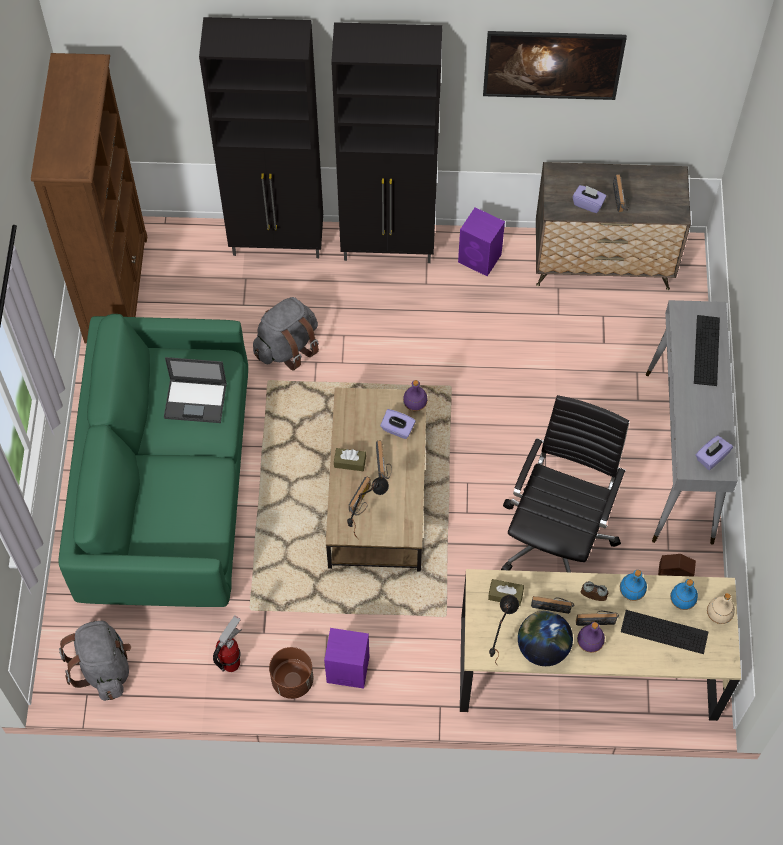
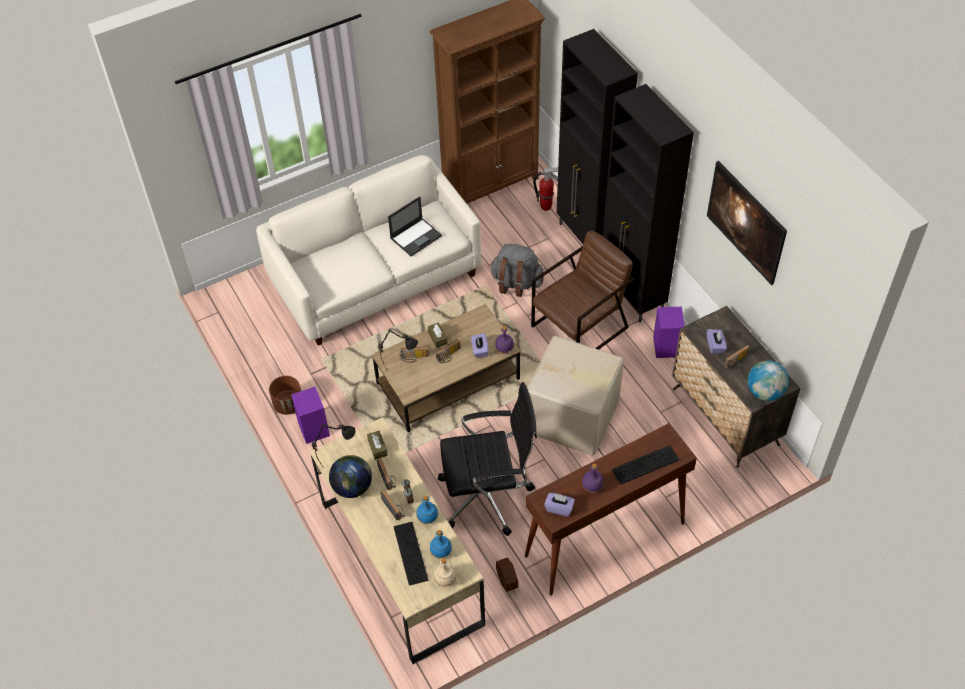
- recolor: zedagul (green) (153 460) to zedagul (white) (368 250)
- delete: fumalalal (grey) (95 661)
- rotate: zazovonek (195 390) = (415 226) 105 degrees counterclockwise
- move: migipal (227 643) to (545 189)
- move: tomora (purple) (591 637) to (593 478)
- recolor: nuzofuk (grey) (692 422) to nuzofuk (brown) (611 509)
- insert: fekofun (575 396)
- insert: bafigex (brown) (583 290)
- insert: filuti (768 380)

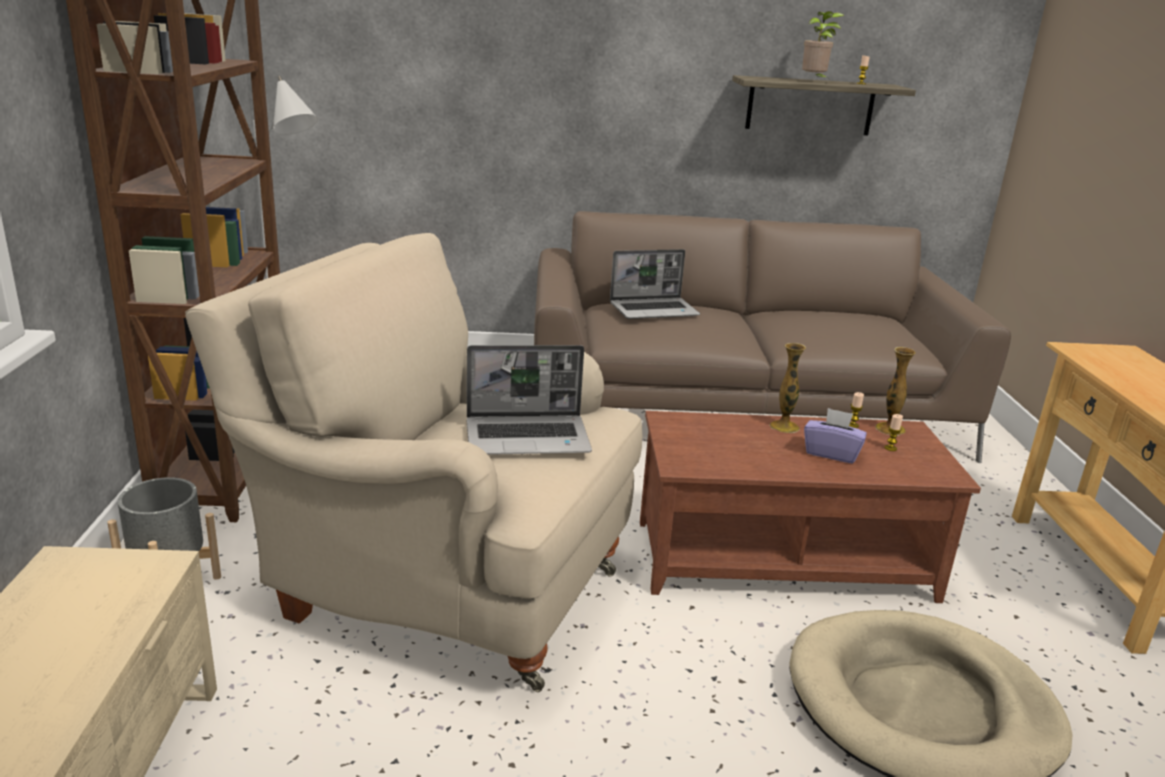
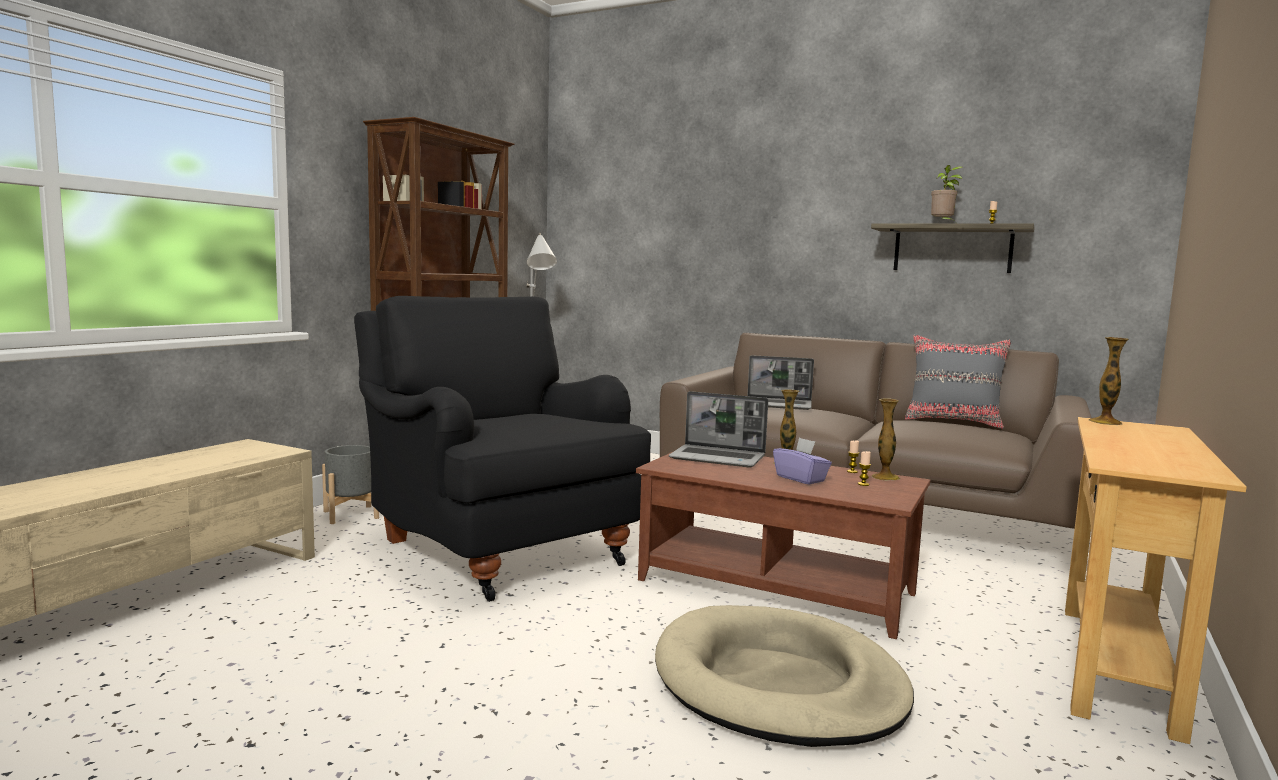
- recolor: bafigex (beige) (413 462) to bafigex (black) (502 449)
- move: zazovonek (529 400) to (718 429)
- insert: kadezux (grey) (958 382)
- insert: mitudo (1109 381)

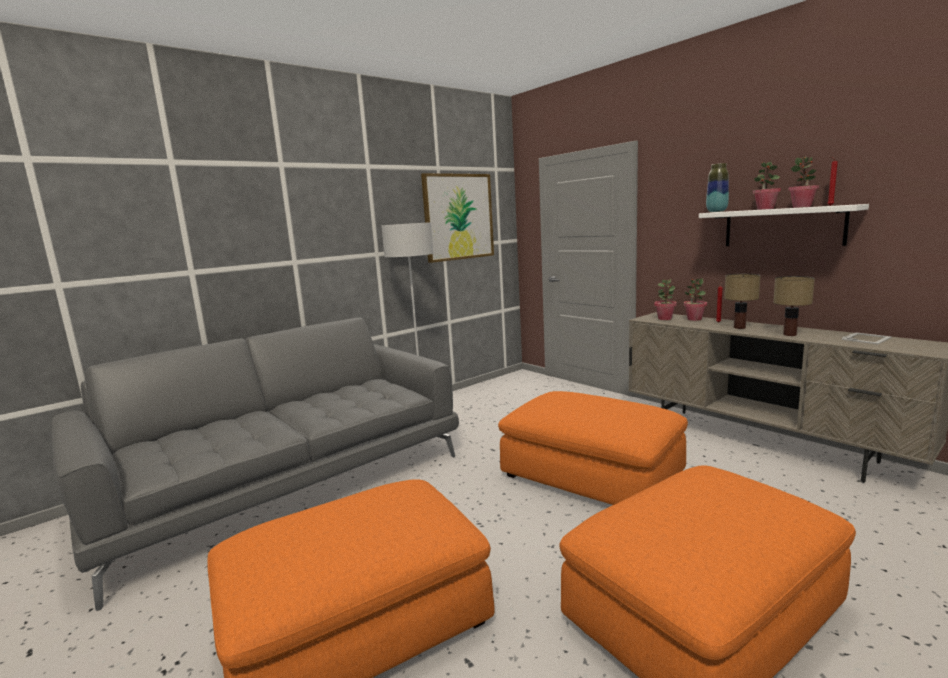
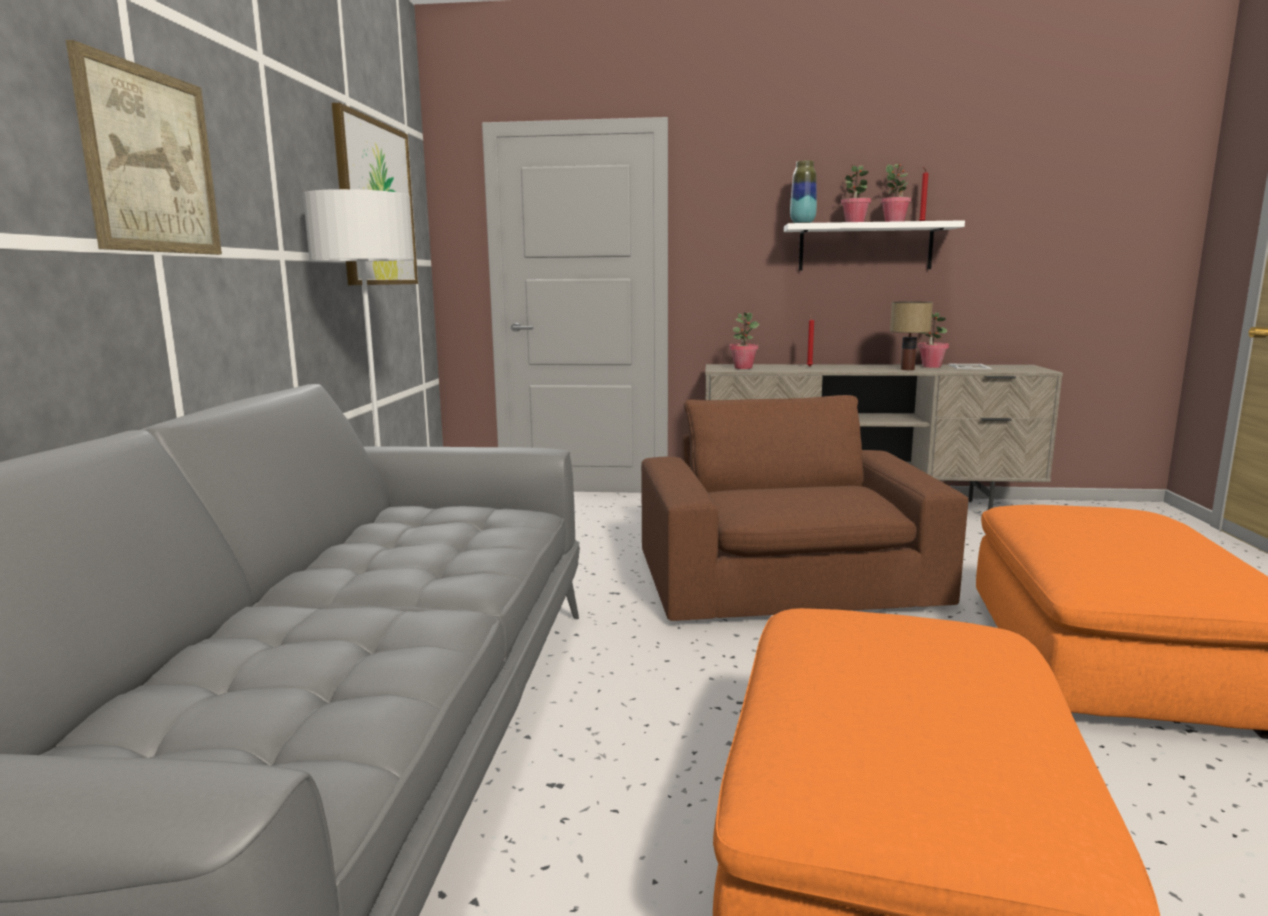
- replace: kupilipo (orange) (593 448) to bafigex (brown) (805 508)
- move: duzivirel (695 299) to (933 339)
- delete: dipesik (742 301)
- insert: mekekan (144 147)

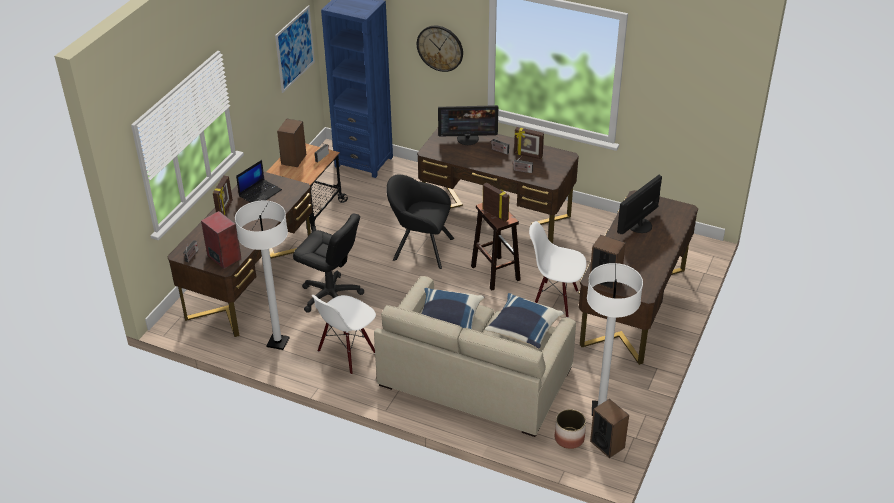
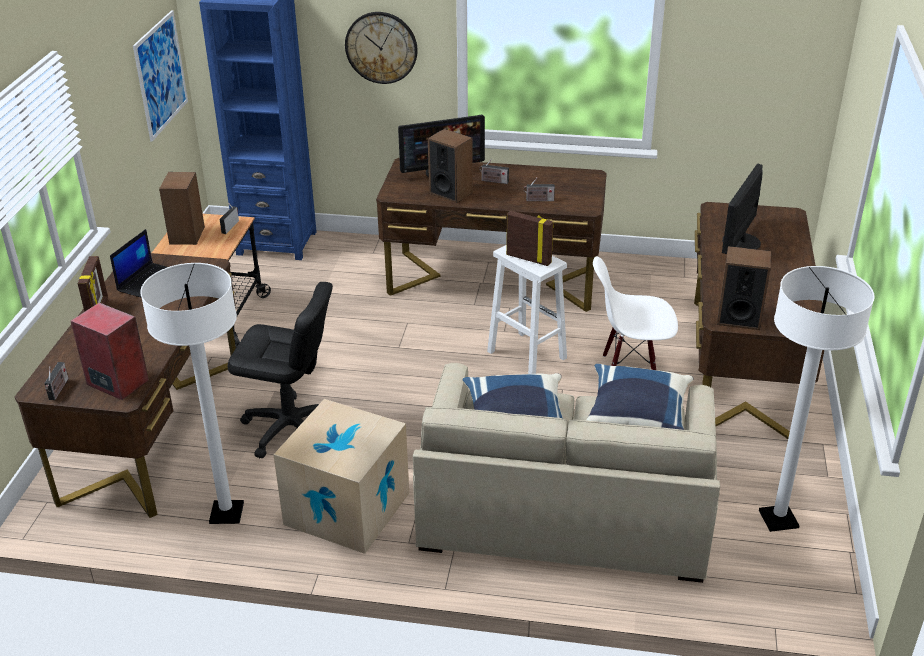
- replace: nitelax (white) (343 334) to fekofun (341 476)
- delete: bafigex (black) (420 221)
- recolor: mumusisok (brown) (496 247) to mumusisok (white) (527 309)
- delete: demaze (529 143)
- delete: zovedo (570 429)
- move: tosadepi (609 428) to (450 166)

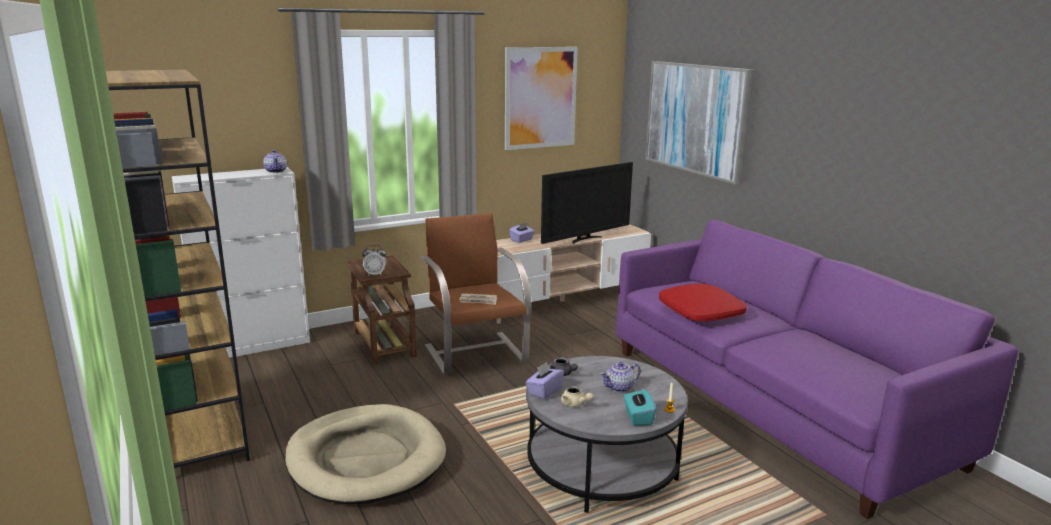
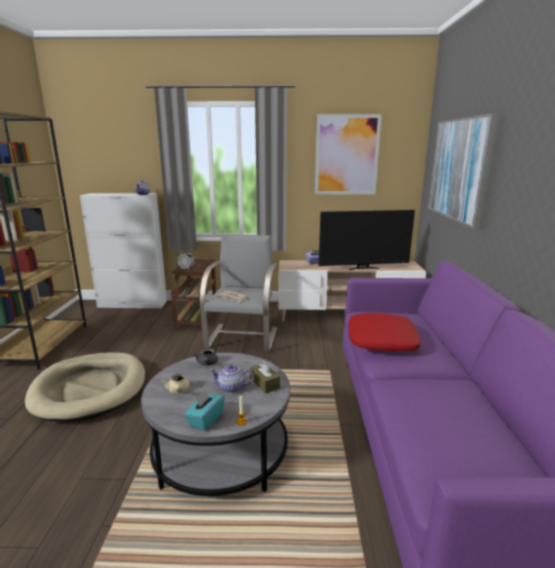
- recolor: bafigex (brown) (476 294) to bafigex (grey) (238 292)
- delete: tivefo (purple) (545 380)
- insert: tivefo (brown) (265 377)

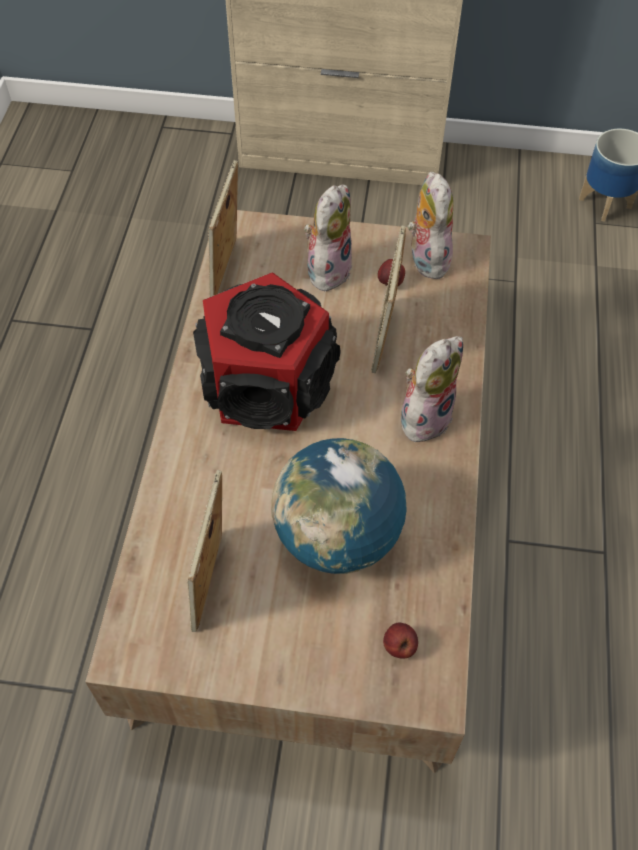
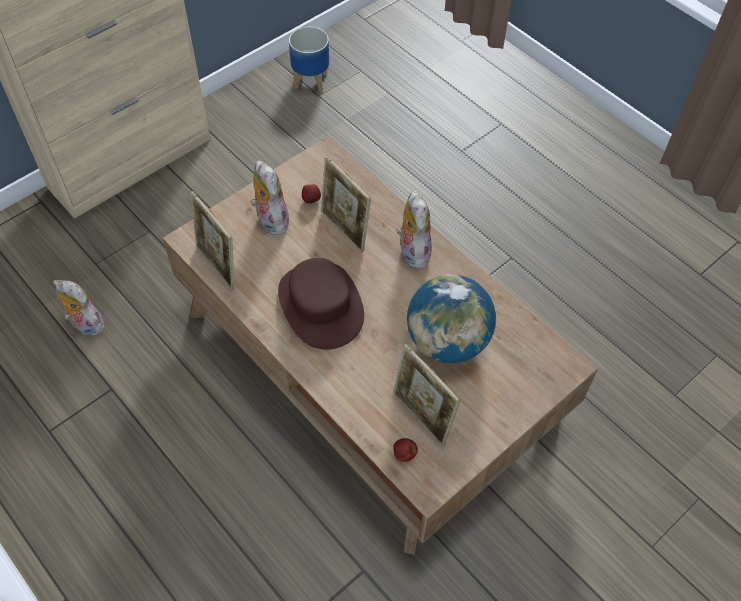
- replace: tosadepi (267 351) to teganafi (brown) (321 304)
- move: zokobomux (400 640) to (405 450)
- move: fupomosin (430 225) to (78 308)

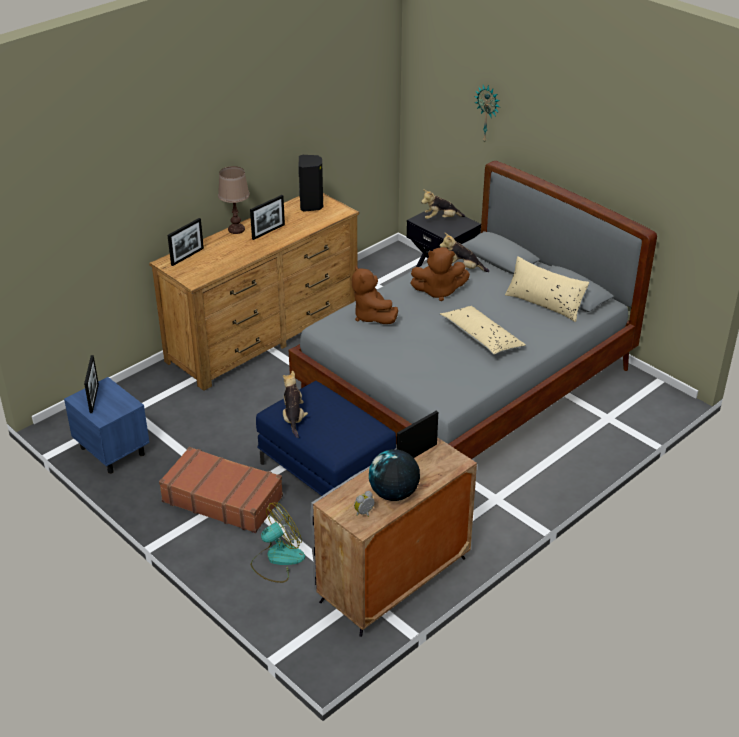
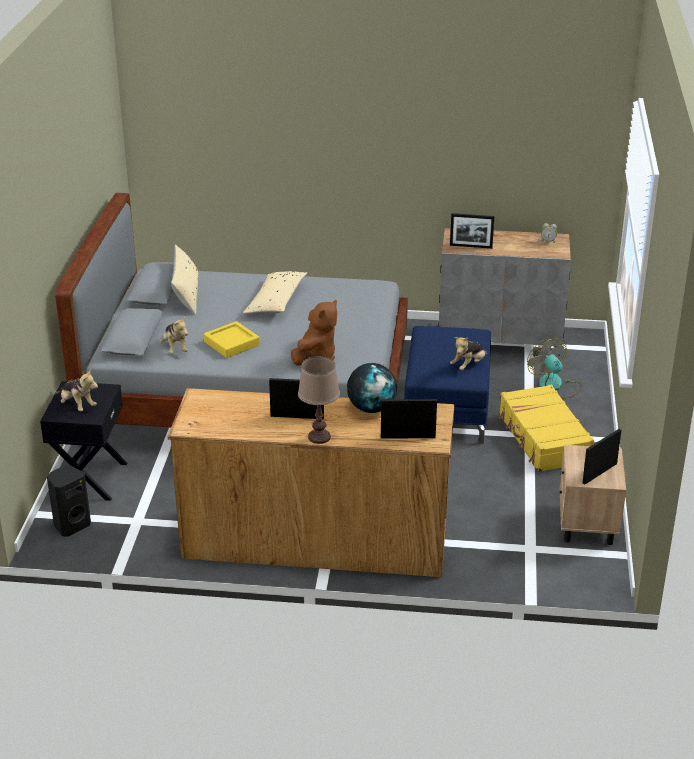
- recolor: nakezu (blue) (107 425) to nakezu (beige) (593 495)
- recolor: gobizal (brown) (221 490) to gobizal (yellow) (546 428)
- rotate: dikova (278 542) = (554 368) 45 degrees clockwise
- move: tosadepi (black) (310 183) to (69 501)
- move: filuti (394 475) to (372 388)
- replace: fupomosin (brown) (440 274) to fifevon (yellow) (232 339)
- delete: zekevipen (487 114)

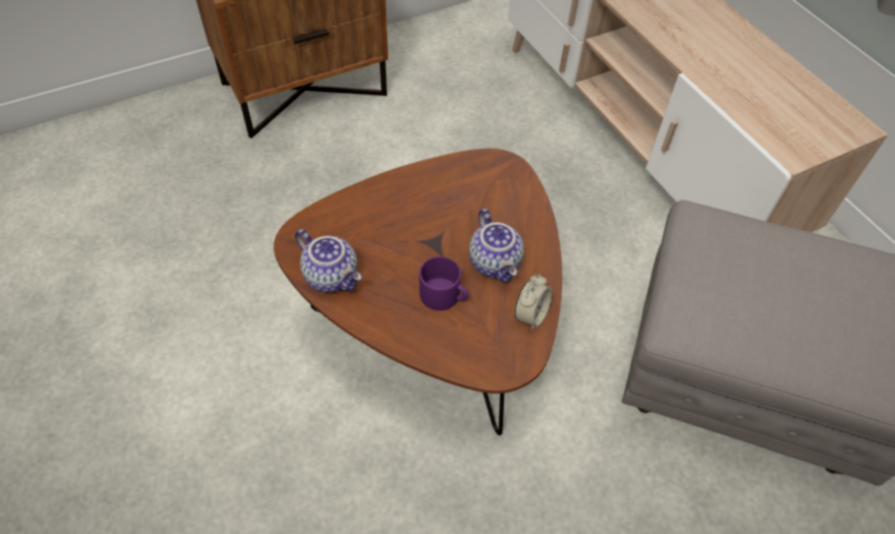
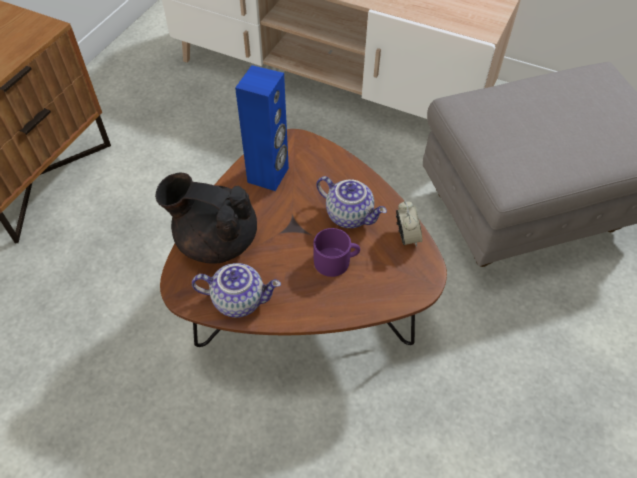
- insert: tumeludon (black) (206 218)
- insert: tosadepi (blue) (262 128)

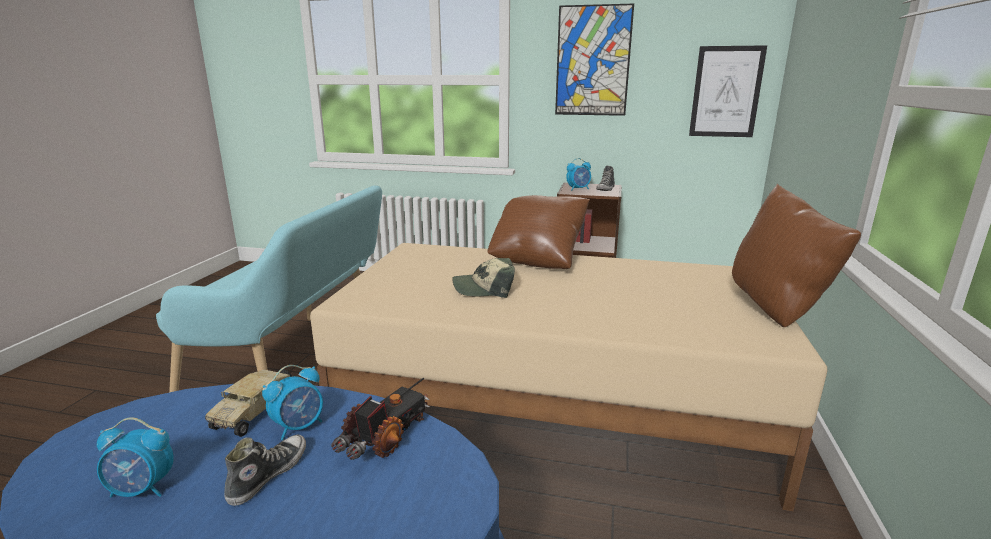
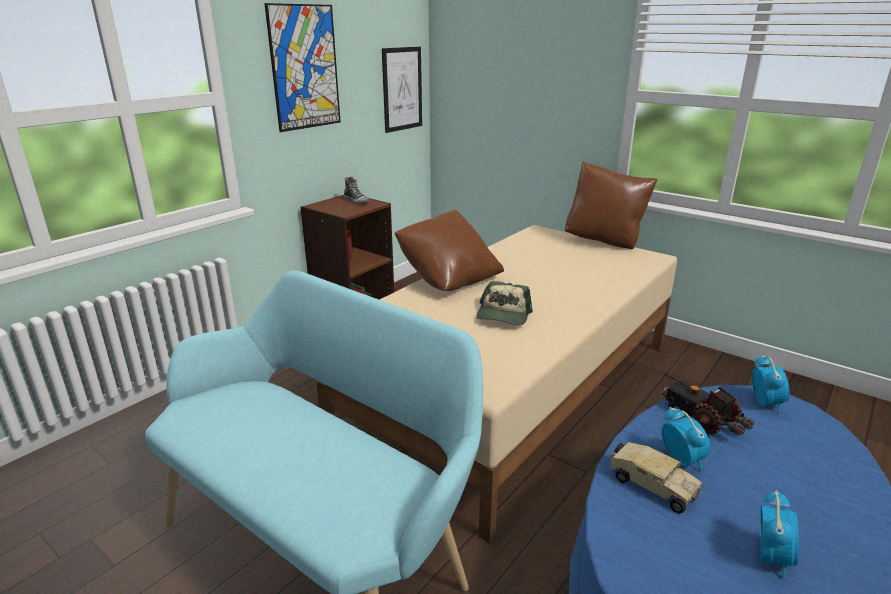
- delete: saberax (265 470)
- move: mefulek (578 174) to (770 384)

